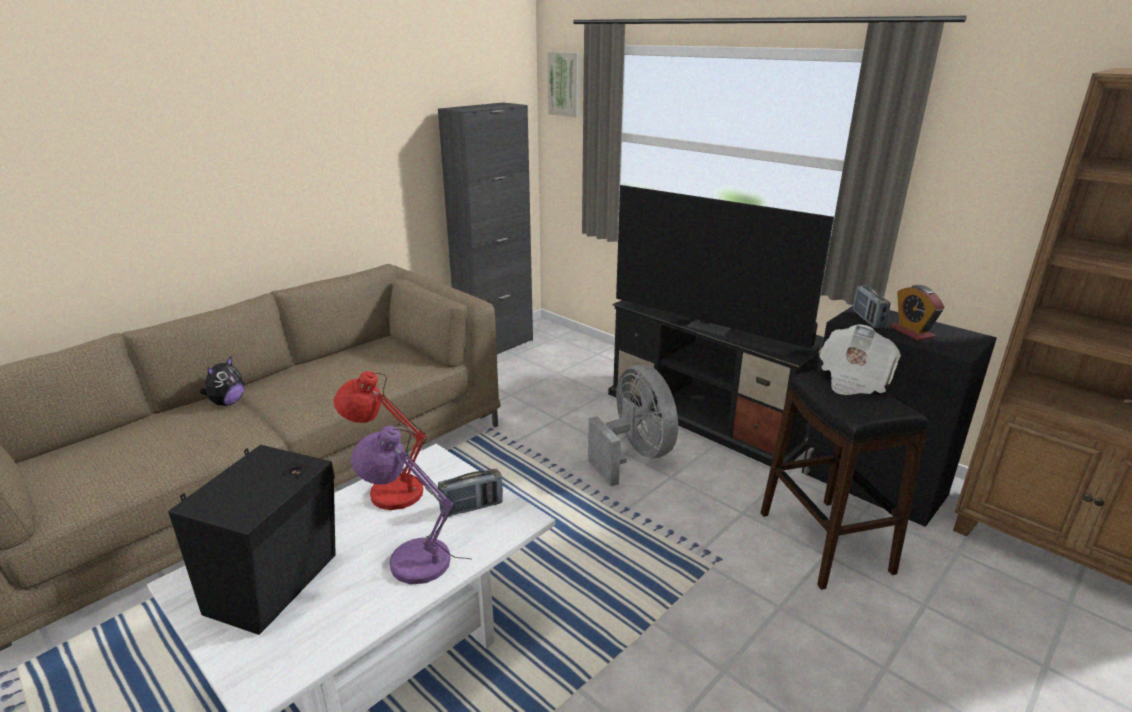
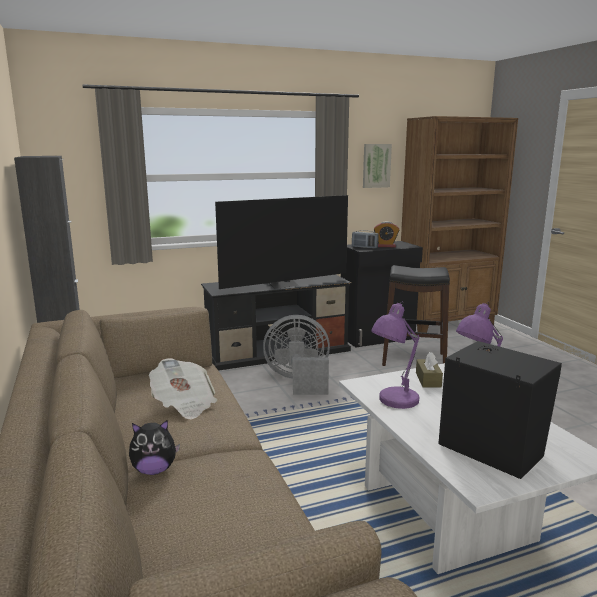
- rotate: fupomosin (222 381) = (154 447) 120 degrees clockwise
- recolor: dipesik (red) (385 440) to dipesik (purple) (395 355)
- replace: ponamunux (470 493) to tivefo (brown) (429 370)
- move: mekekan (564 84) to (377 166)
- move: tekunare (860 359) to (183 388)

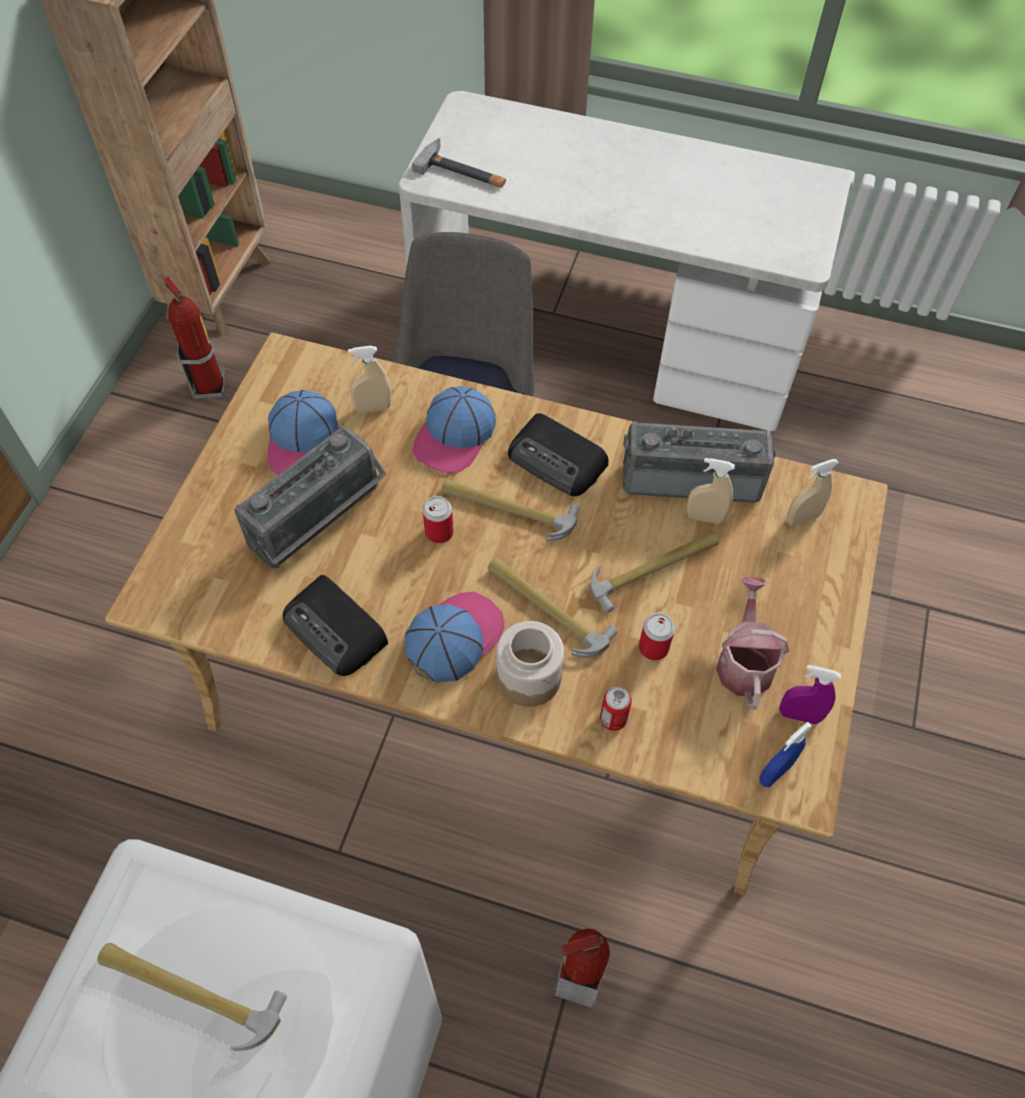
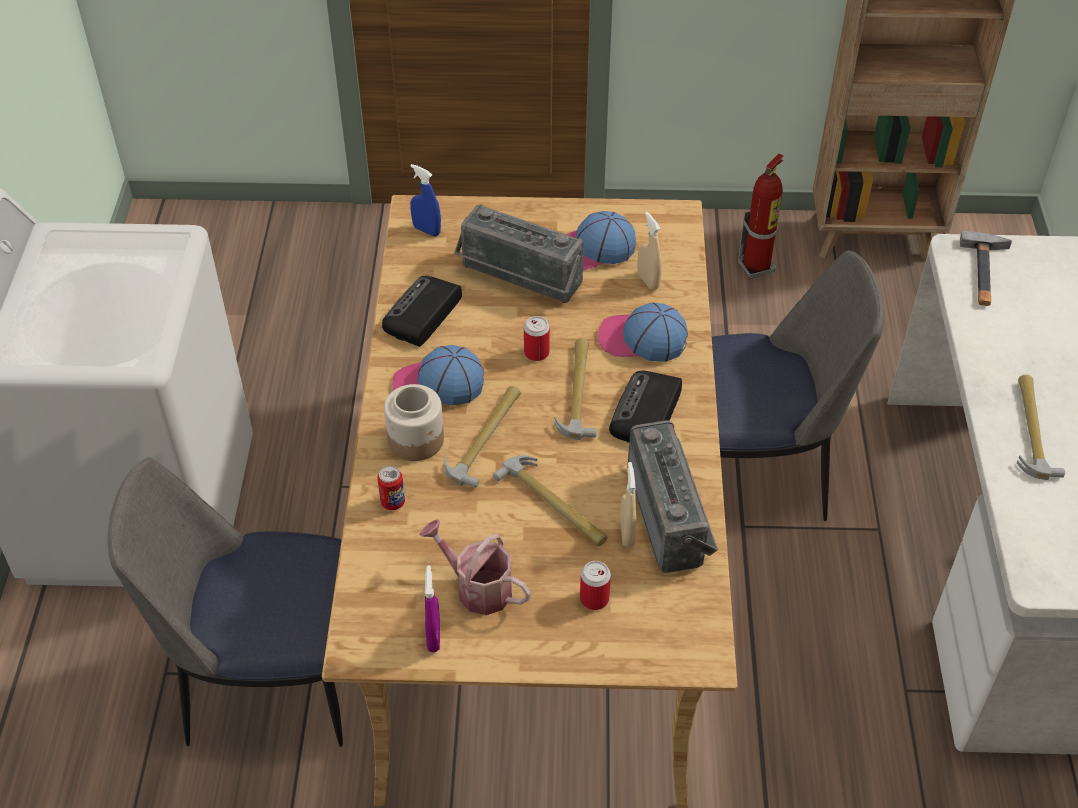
- move: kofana (192 997) to (1041 427)
- rotate: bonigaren (455 637) = (438 375) 150 degrees clockwise
- replace: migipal (582 968) to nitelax (225 602)
- move: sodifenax (657 636) to (595 585)
- rotate: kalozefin (752 643) = (475 567) 135 degrees counterclockwise
- move: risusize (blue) (786 754) to (425 200)
- delete: risusize (beige) (813 492)

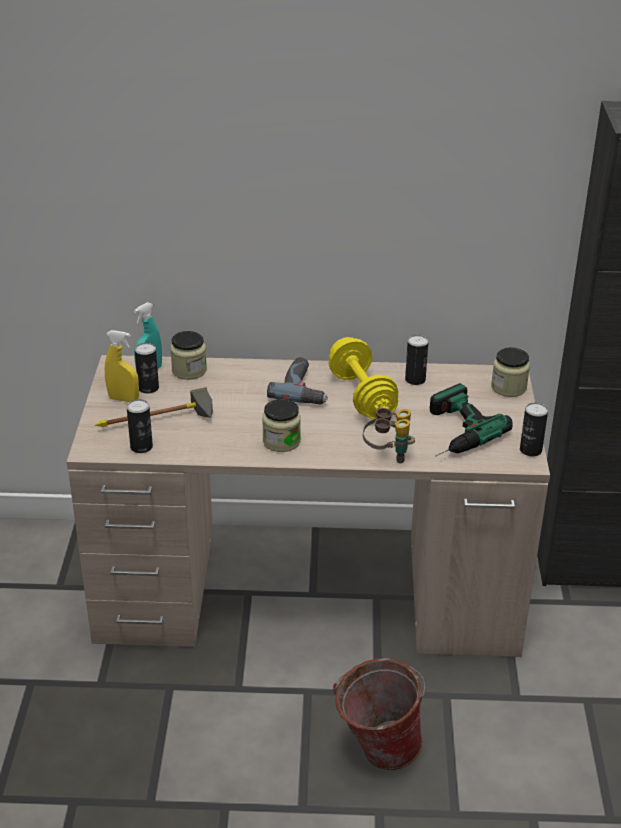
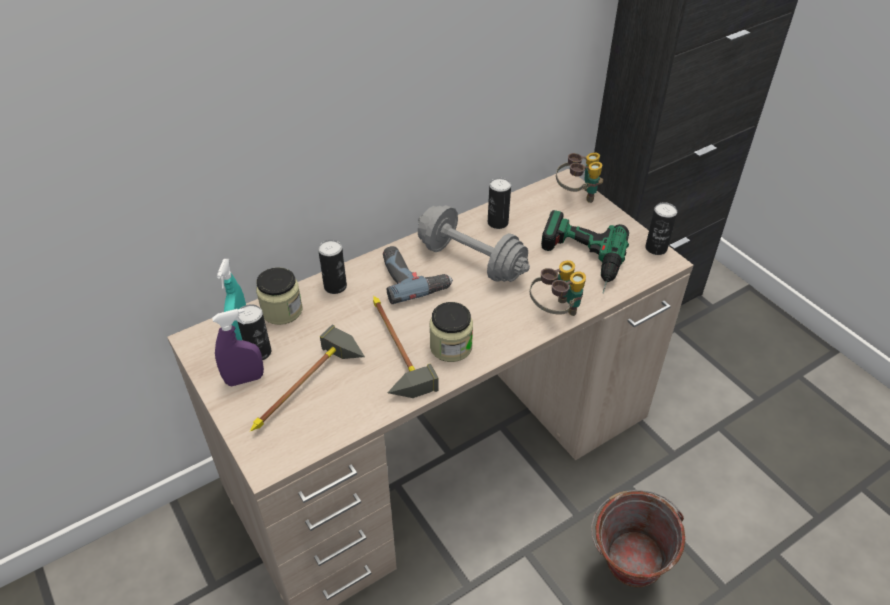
- recolor: risusize (yellow) (122 366) to risusize (purple) (238 347)
- move: sodifenax (140 426) to (332 267)
- recolor: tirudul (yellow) (363 378) to tirudul (grey) (474 243)
- replace: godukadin (510 372) to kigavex (579 177)
- insert: kofana (406 347)

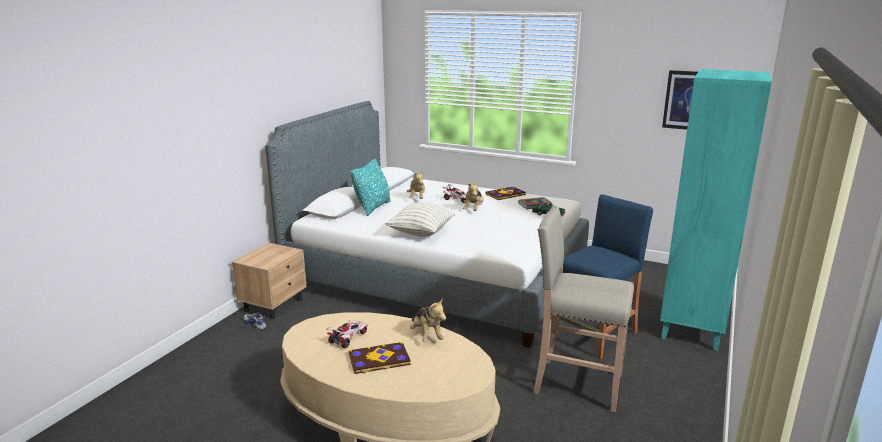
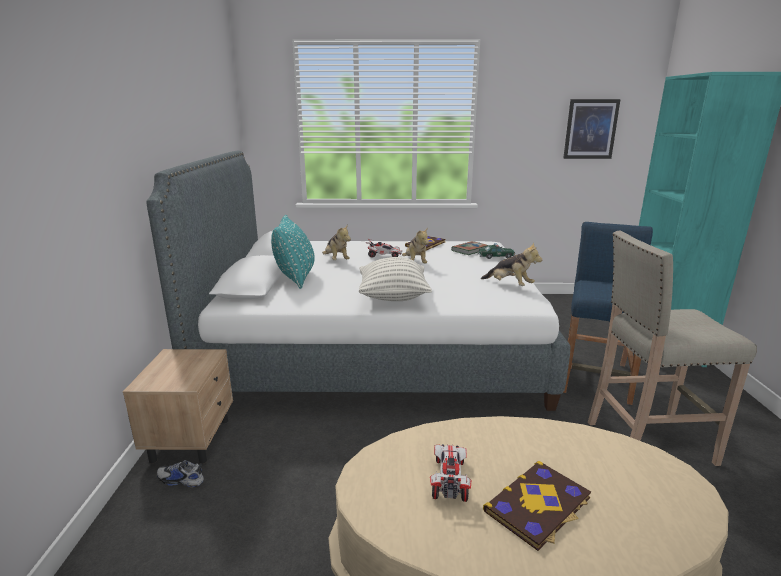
- move: fupomosin (428 320) to (511 264)

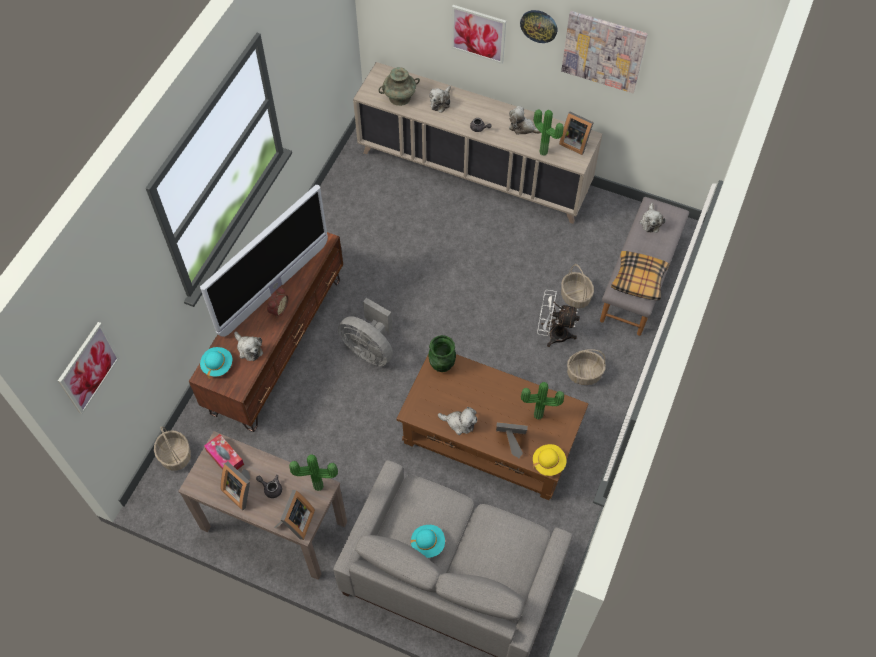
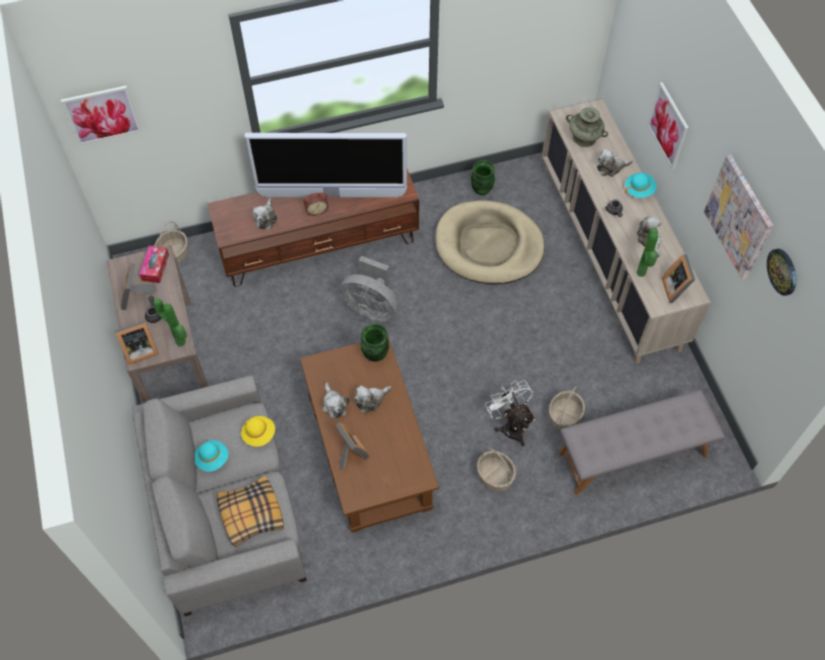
- move: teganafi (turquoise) (216 363) to (641 185)
- rotate: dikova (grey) (365 332) = (369 288) 60 degrees counterclockwise
- move: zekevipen (538 26) to (781 272)
- delete: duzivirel (542 400)
- move: teganafi (yellow) (550 460) to (258 431)
- move: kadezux (640 275) to (250 511)
- move: fupomosin (652 218) to (373 399)
- insert: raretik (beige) (490 242)
- insert: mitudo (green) (483 178)

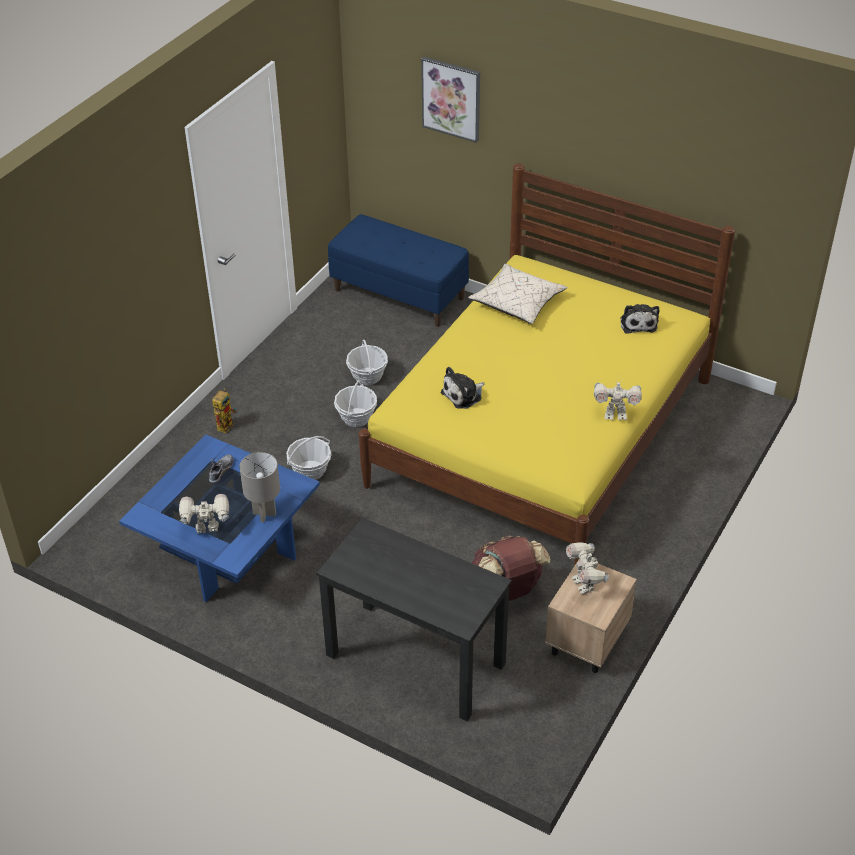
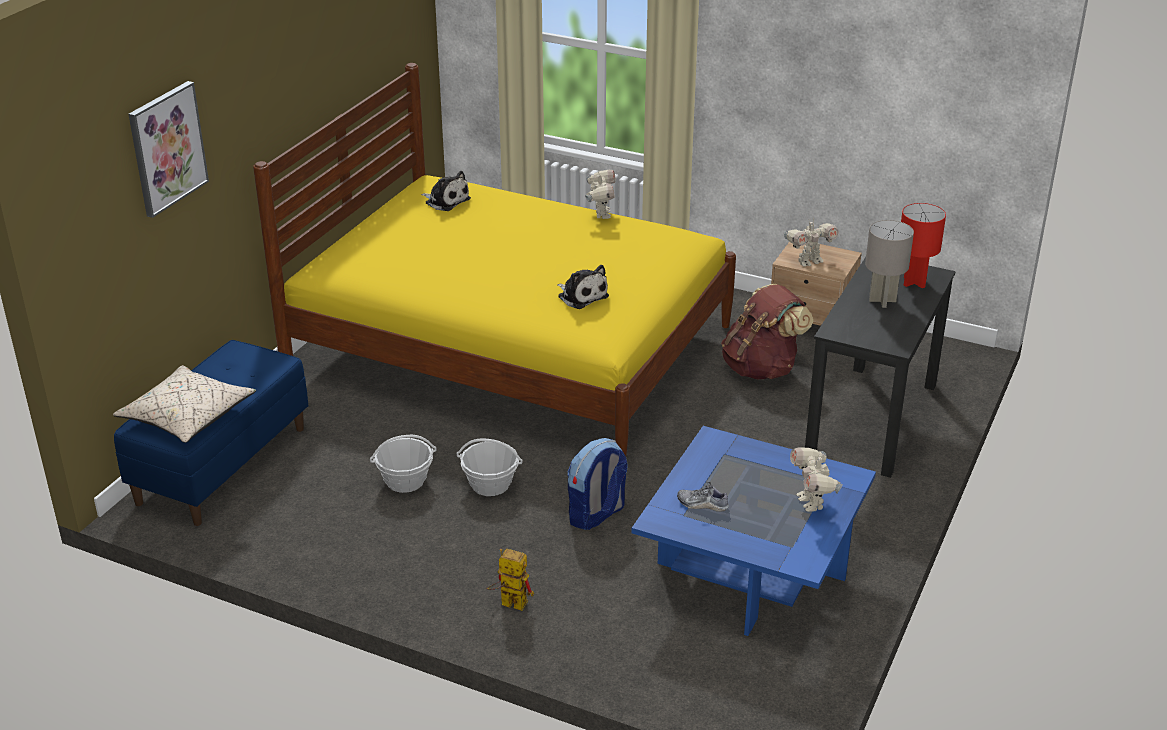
- move: dipesik (grey) (260 487) to (889 264)
- replace: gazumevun (309 458) to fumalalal (598 484)
- move: kadezux (beige) (518 294) to (184 404)
- rotate: fupomosin (639 319) = (446 191) 45 degrees clockwise
- insert: dipesik (red) (923 245)

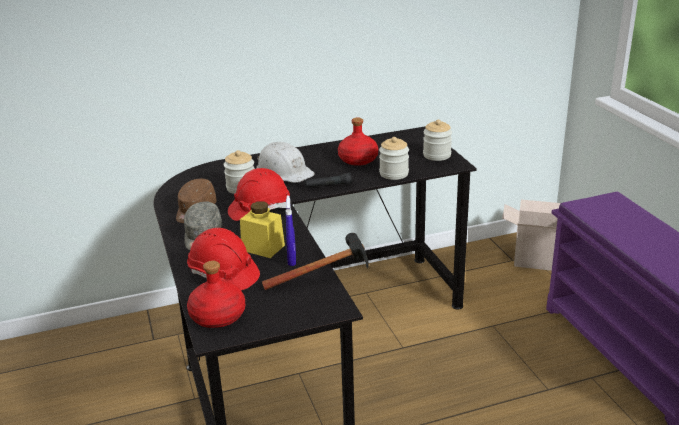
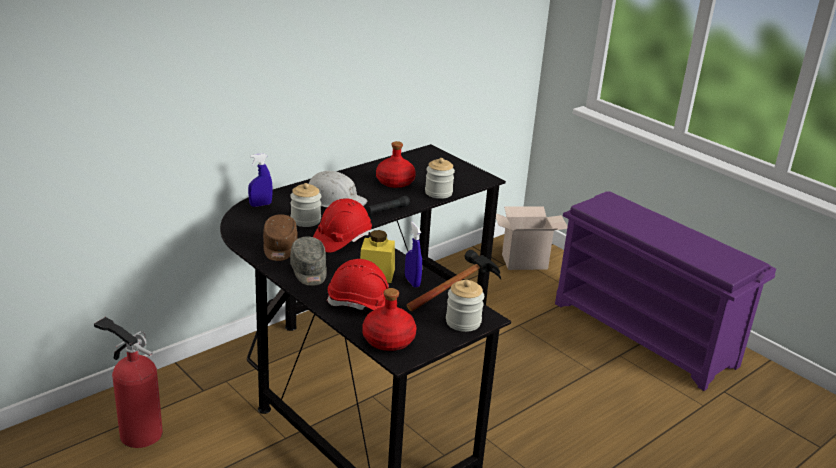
- move: godukadin (437 140) to (465 306)
- insert: migipal (128 382)
- insert: risusize (blue) (260 180)

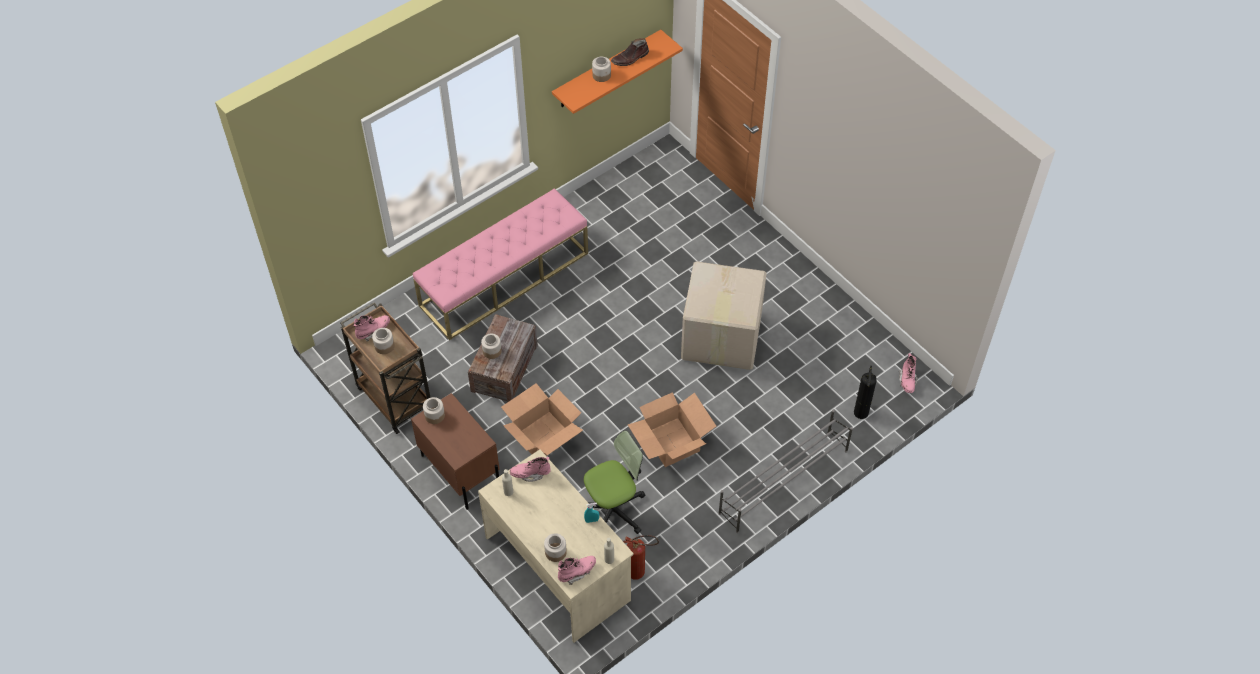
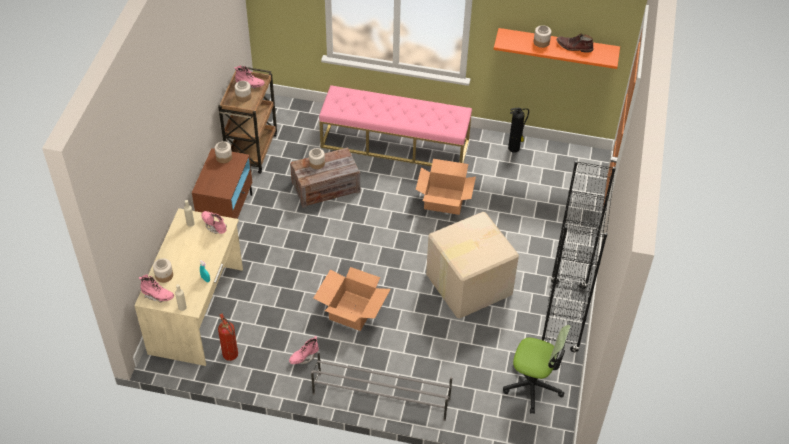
- move: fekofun (542 419) to (446 187)
- move: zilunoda (614 482) to (537 369)
- move: migipal (865 392) to (518 130)
- move: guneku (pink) (908 373) to (304 350)
- insert: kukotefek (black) (578 256)

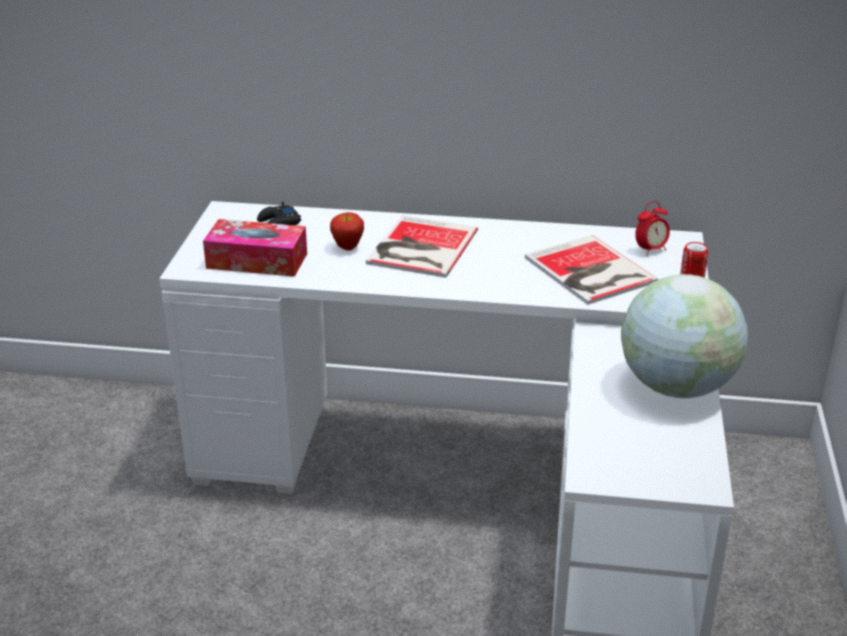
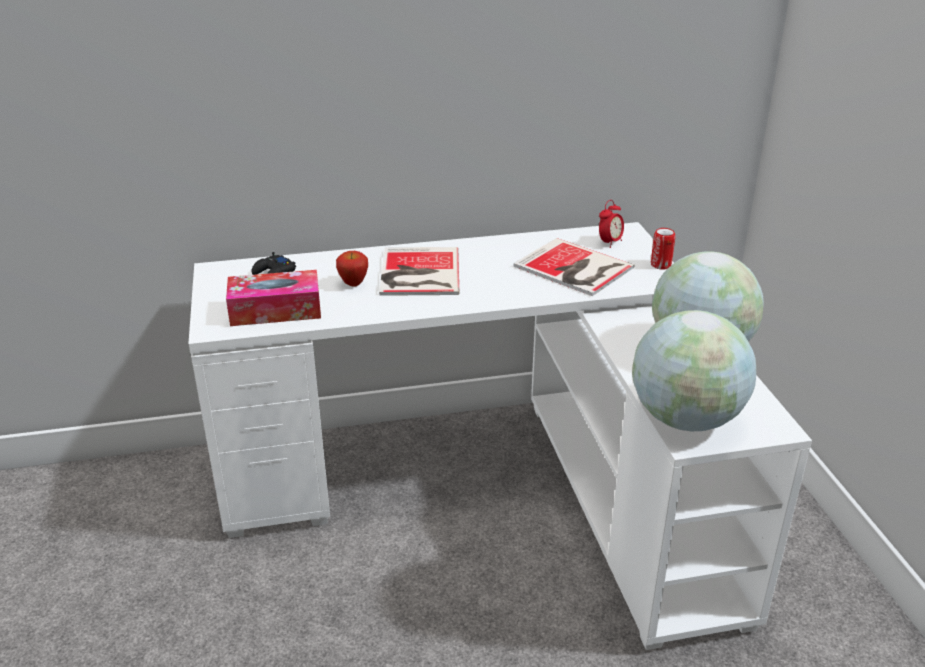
- insert: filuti (694 370)

